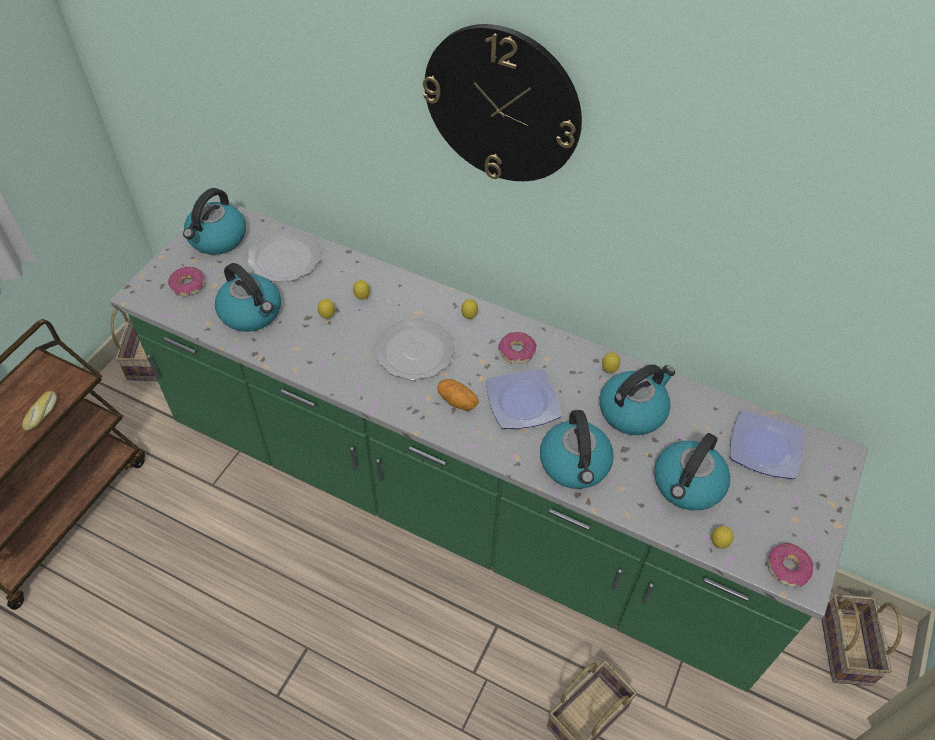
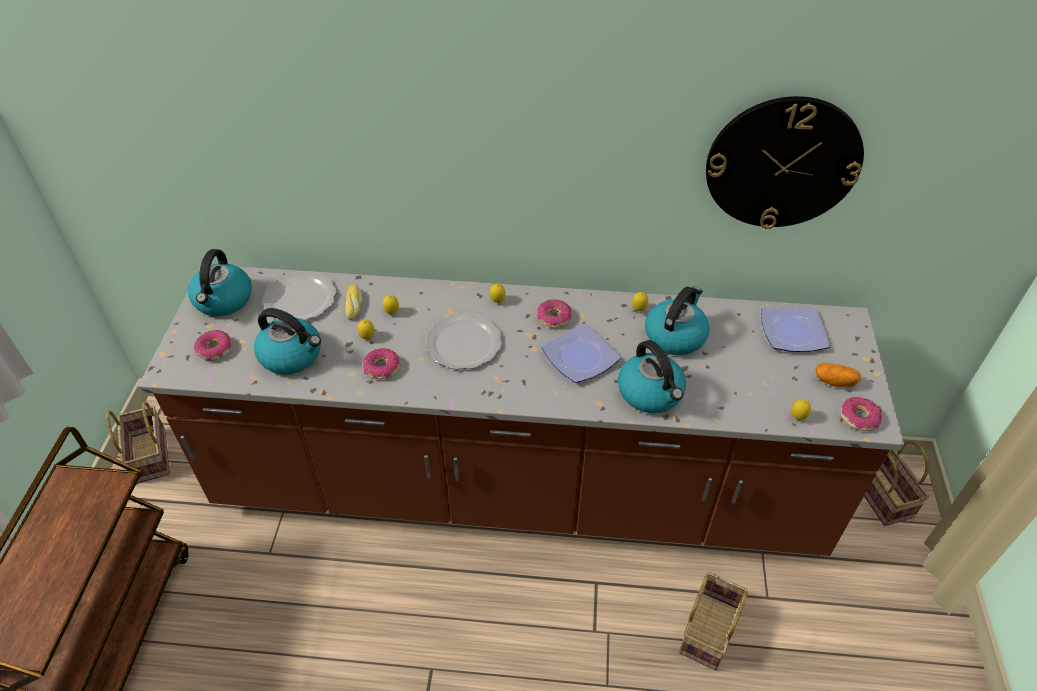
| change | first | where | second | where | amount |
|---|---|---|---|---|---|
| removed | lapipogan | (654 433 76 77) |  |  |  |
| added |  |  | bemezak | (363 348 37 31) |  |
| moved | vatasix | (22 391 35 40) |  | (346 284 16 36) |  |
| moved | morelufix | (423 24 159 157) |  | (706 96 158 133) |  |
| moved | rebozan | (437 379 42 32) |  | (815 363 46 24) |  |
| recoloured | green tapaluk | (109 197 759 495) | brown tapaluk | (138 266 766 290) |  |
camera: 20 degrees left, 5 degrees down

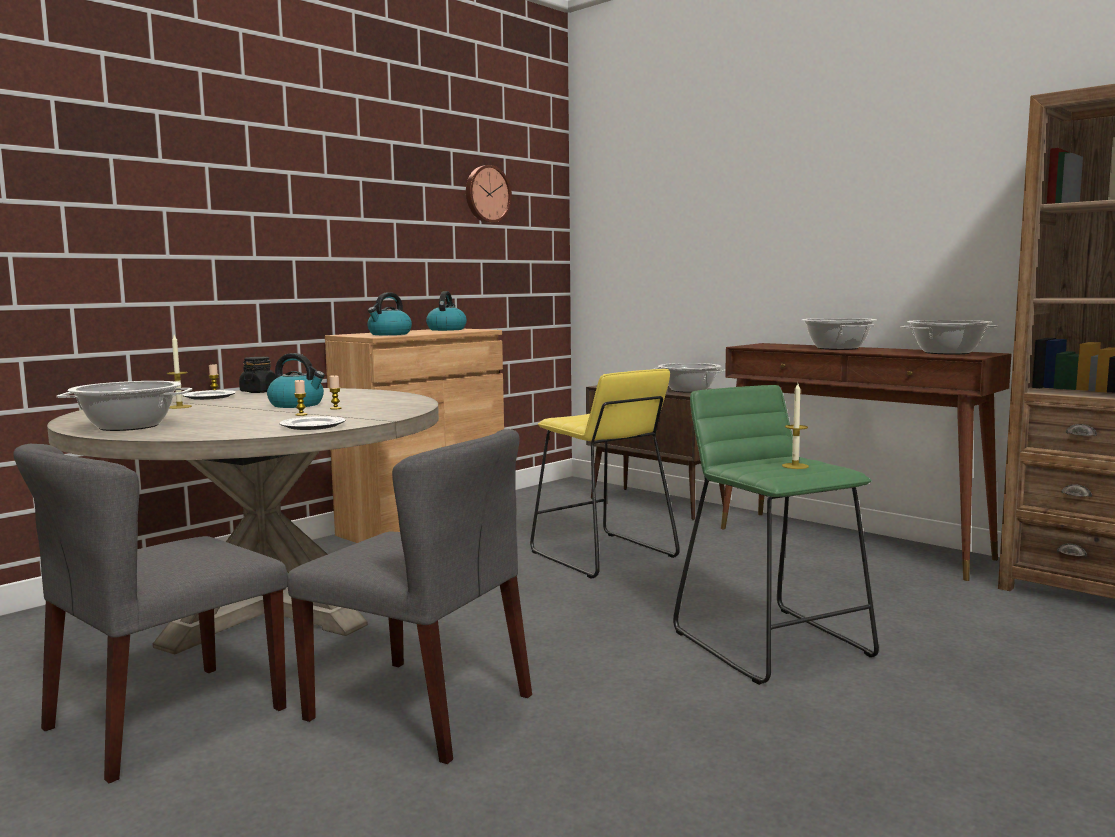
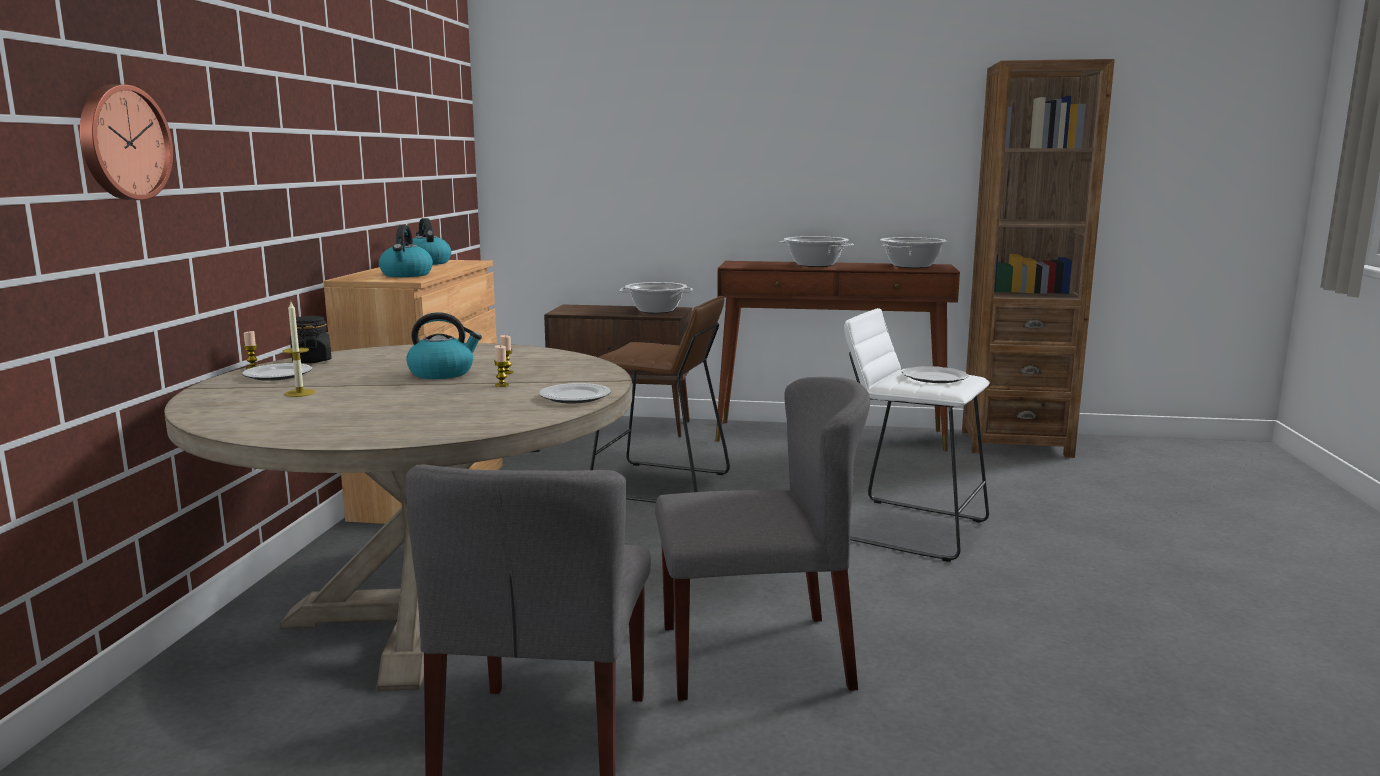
| change | first | where | second | where | amount |
|---|---|---|---|---|---|
| removed | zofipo | (56 381 136 50) |  |  |  |
| moved | morelufix | (466 165 46 58) |  | (80 84 93 116) |  |
| replaced | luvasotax | (782 383 27 86) | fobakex | (902 366 67 17) |  |
| recoloured | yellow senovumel | (530 369 150 210) | brown senovumel | (590 296 140 207) |  |
| recoloured | green senovumel | (673 385 206 300) | white senovumel | (844 308 146 254) |  |
camera: 35 degrees left, 5 degrees up

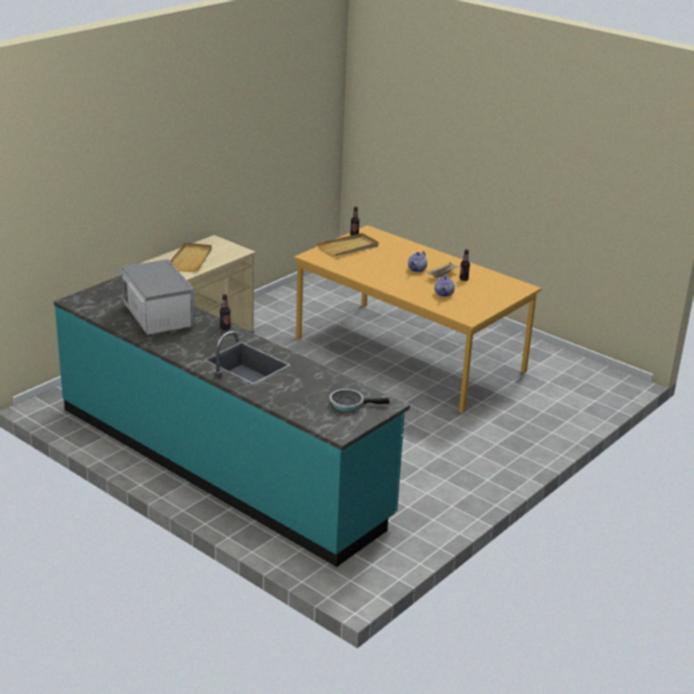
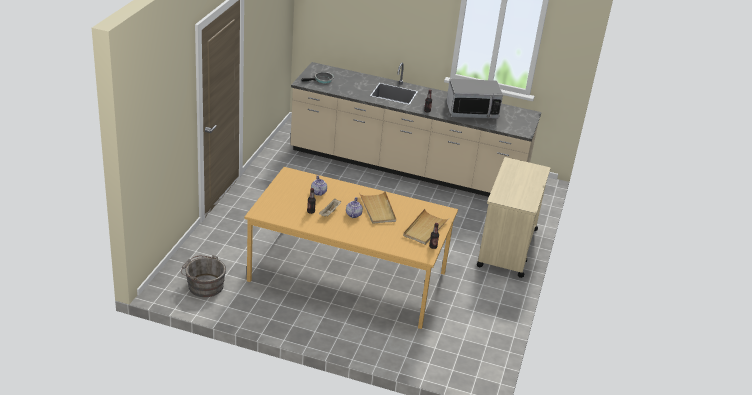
| change | first | where | second | where | amount |
|---|---|---|---|---|---|
| added |  |  | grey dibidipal | (181 255 45 42) |  |
| moved | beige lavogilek | (170 243 42 29) |  | (359 191 37 33) |  |
| recoloured | turquoise tapaluk | (54 275 356 292) | beige tapaluk | (290 62 252 135) |  |
| turned | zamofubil | (122 259 73 76) |  | (446 79 57 40) | 45 degrees counterclockwise |
camera: 155 degrees right, 5 degrees up

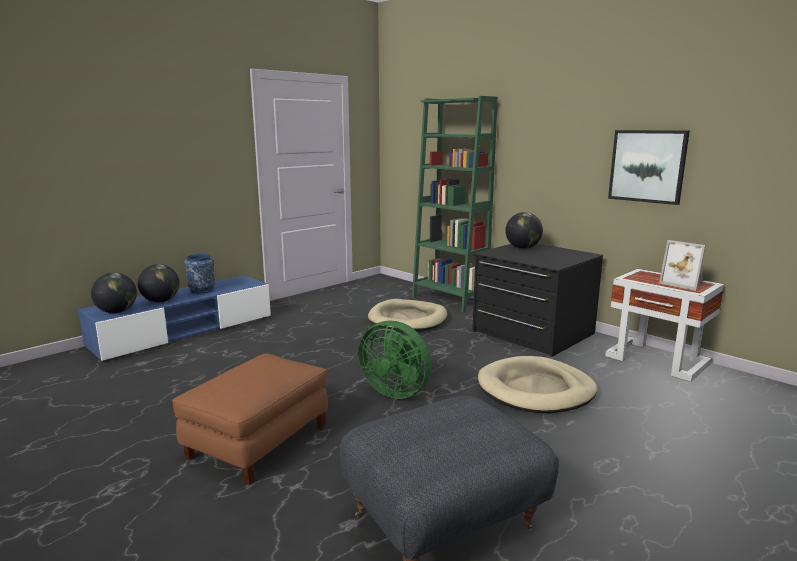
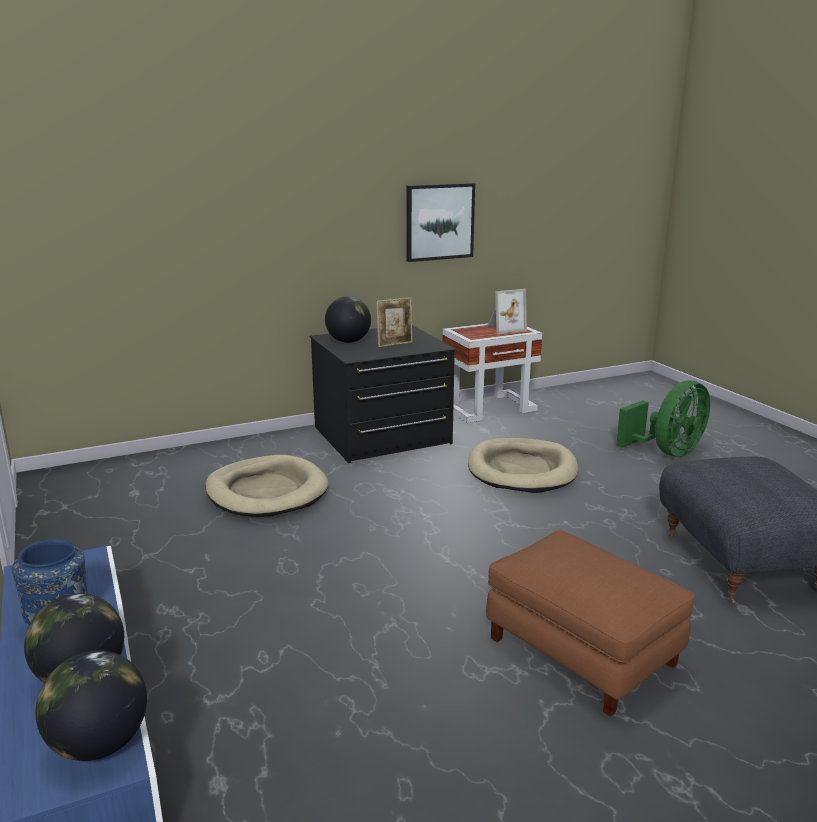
| change | first | where | second | where | amount |
|---|---|---|---|---|---|
| removed | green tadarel | (412 96 86 216) |  |  |  |
| added |  |  | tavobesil | (377 297 36 50) |  |
| moved | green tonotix | (358 320 74 79) |  | (616 380 94 77) |  |
camera: 70 degrees left, 5 degrees up

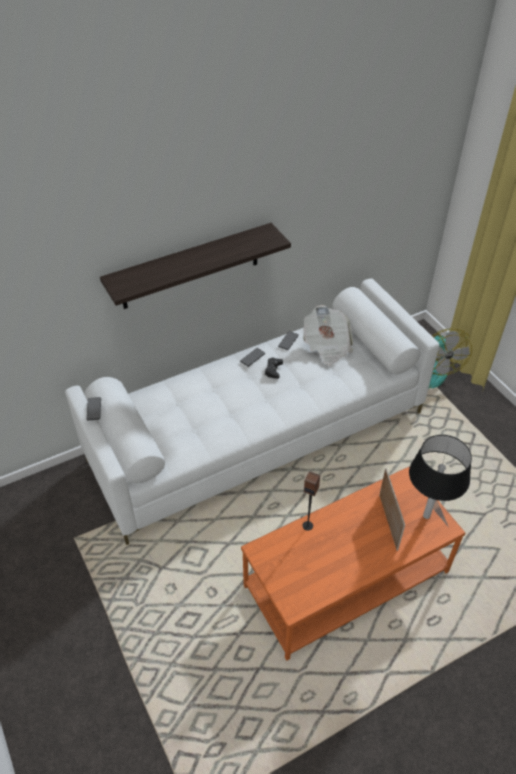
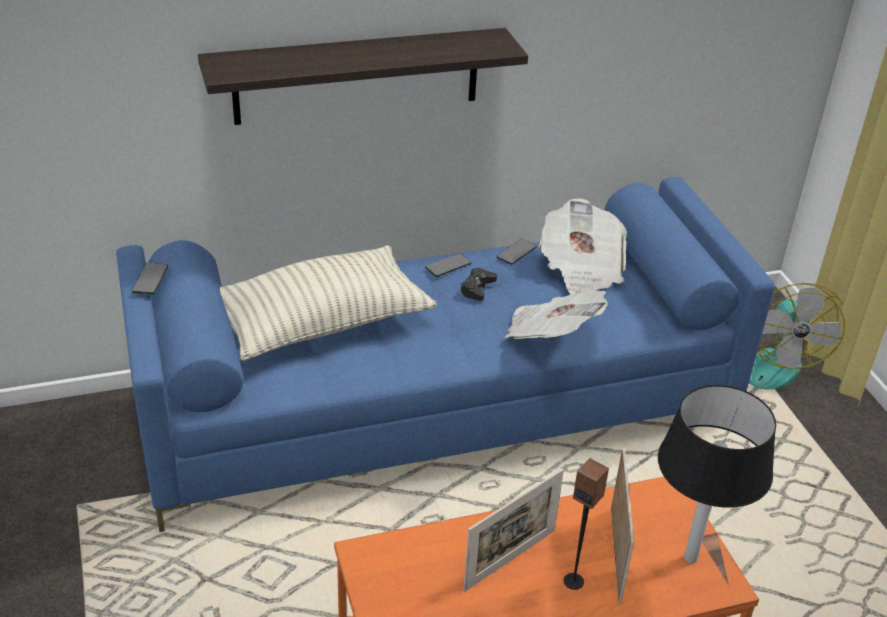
| change | first | where | second | where | amount |
|---|---|---|---|---|---|
| added |  |  | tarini | (220 245 217 116) |  |
| added |  |  | tavobesil | (463 469 101 123) |  |
| added |  |  | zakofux | (504 291 104 48) |  |
| moved | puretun | (303 471 17 60) |  | (564 458 45 132) |  |
| recoloured | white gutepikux | (65 279 374 266) | blue gutepikux | (116 177 659 355) |  |
camera: 10 degrees right, 10 degrees down

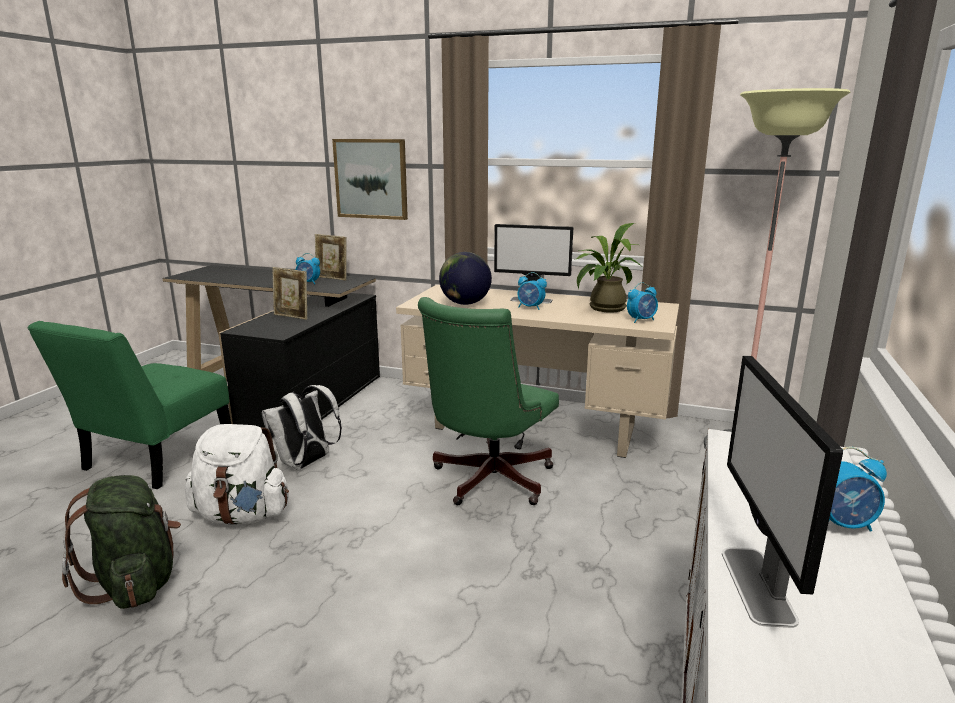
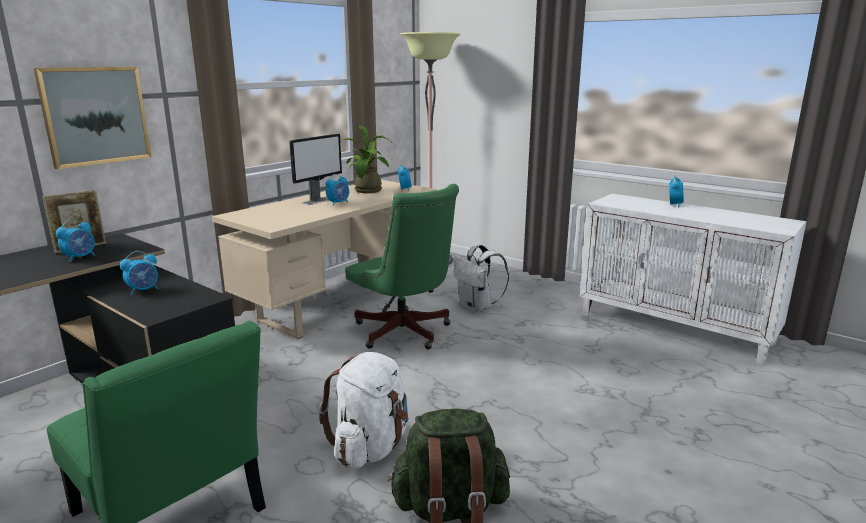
| change | first | where | second | where | amount |
|---|---|---|---|---|---|
| removed | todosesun | (439 252 53 53) |  |  |  |
| removed | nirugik | (722 356 121 272) |  |  |  |
| moved | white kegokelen | (262 385 80 85) |  | (454 245 55 68) |  |
| replaced | tavobesil | (272 267 35 53) | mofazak | (120 251 38 44) |  |
camera: 70 degrees left, 0 degrees up

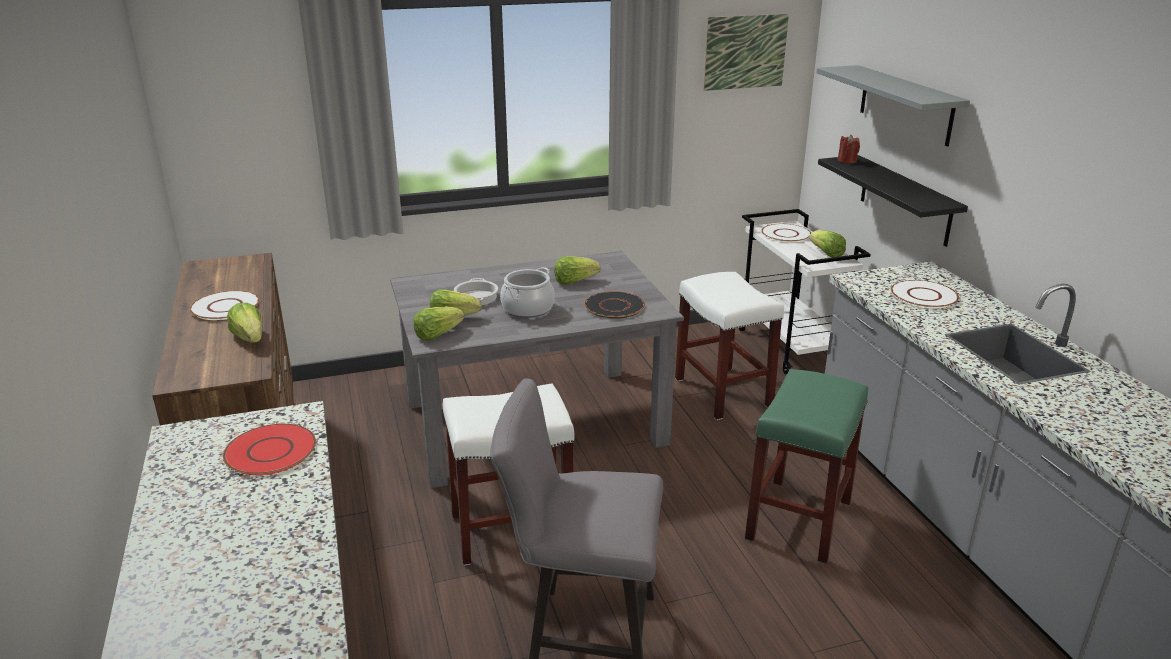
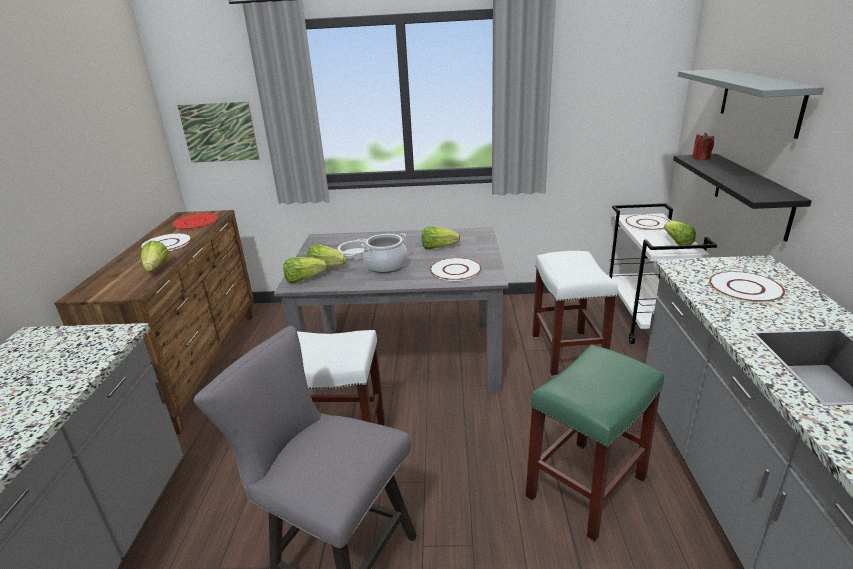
| change | first | where | second | where | amount |
|---|---|---|---|---|---|
| moved | red fobakex | (223 424 93 51) |  | (172 213 46 17) |  |
| moved | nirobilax | (703 14 86 77) |  | (177 101 82 62) |  |
| recoloured | black fobakex | (584 291 61 28) | white fobakex | (430 258 52 23) |  |
camera: 20 degrees right, 0 degrees up

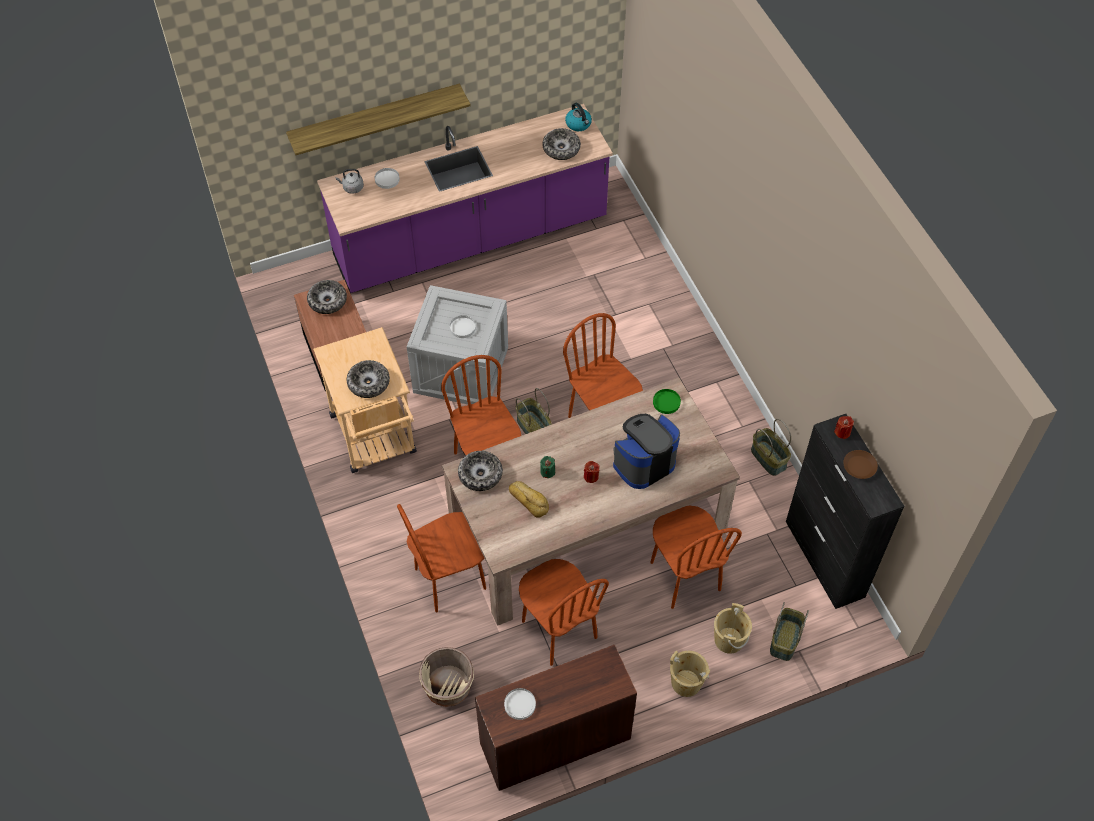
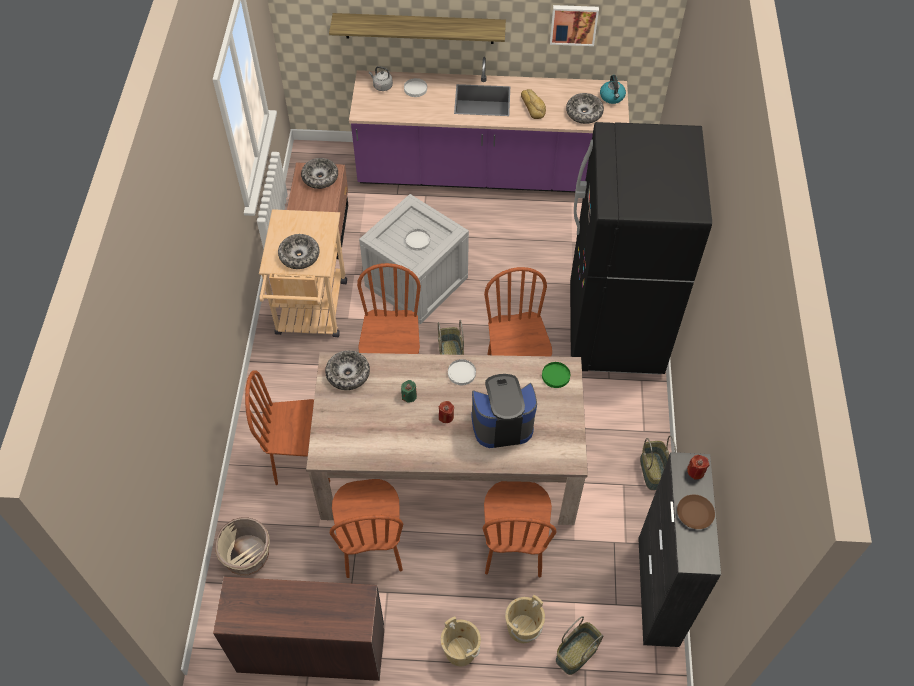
| change | first | where | second | where | amount |
|---|---|---|---|---|---|
| added |  |  | nirobilax | (550 5 49 41) |  |
| added |  |  | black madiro | (570 122 142 253) |  |
| moved | white fobakex | (504 688 32 32) |  | (448 359 28 26) |  |
| moved | vatasix | (509 481 40 37) |  | (521 89 25 30) |  |
camera: 25 degrees right, 0 degrees up

